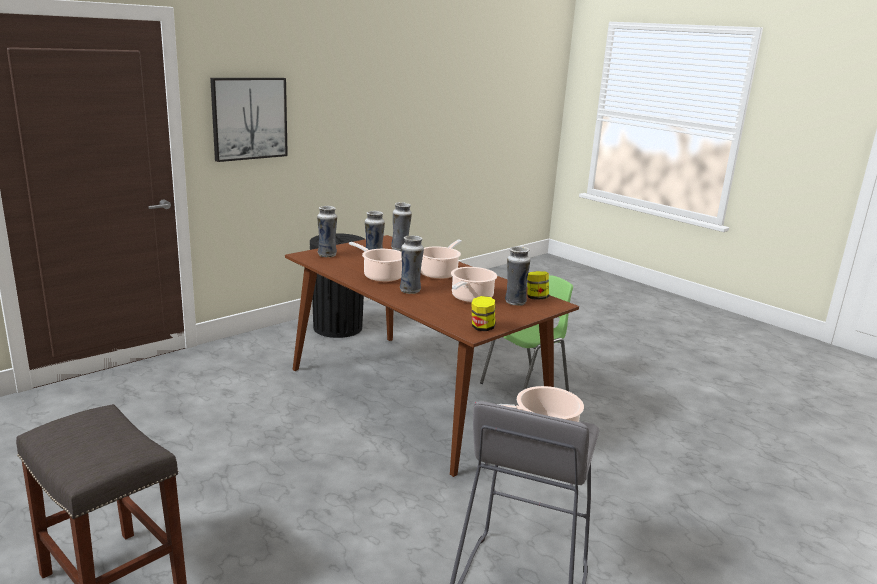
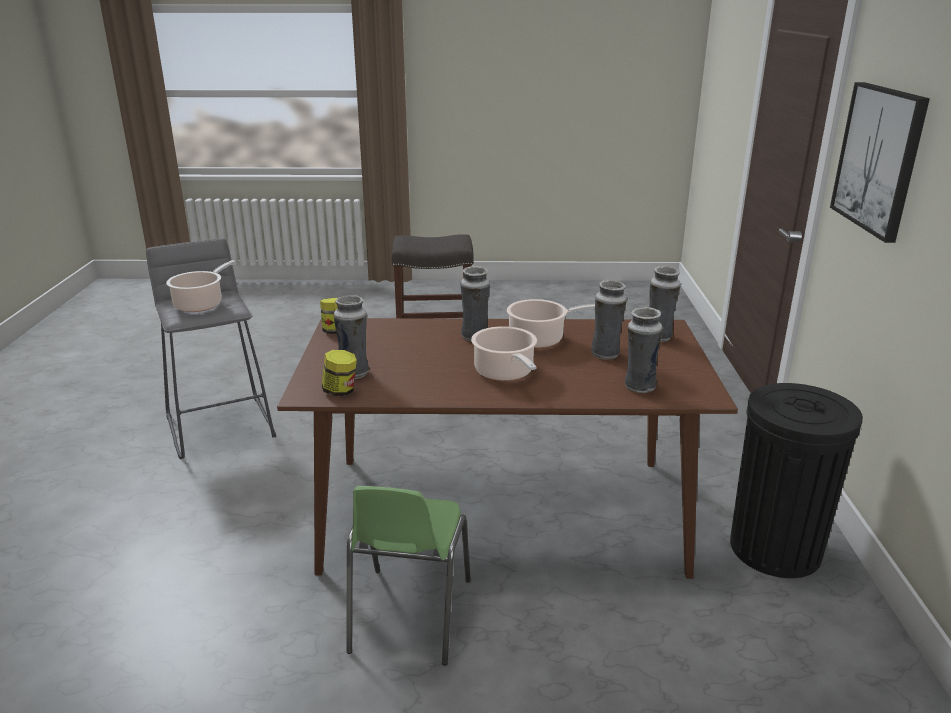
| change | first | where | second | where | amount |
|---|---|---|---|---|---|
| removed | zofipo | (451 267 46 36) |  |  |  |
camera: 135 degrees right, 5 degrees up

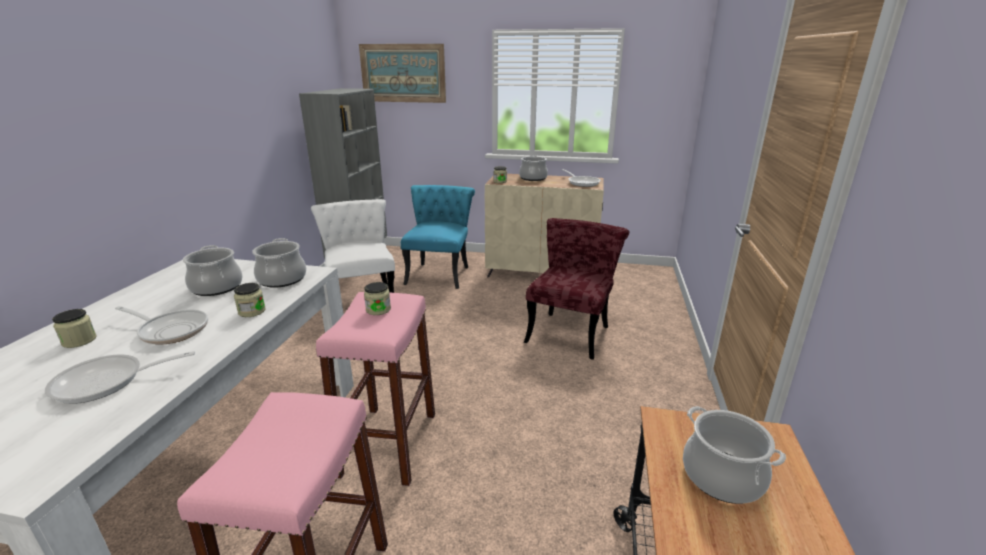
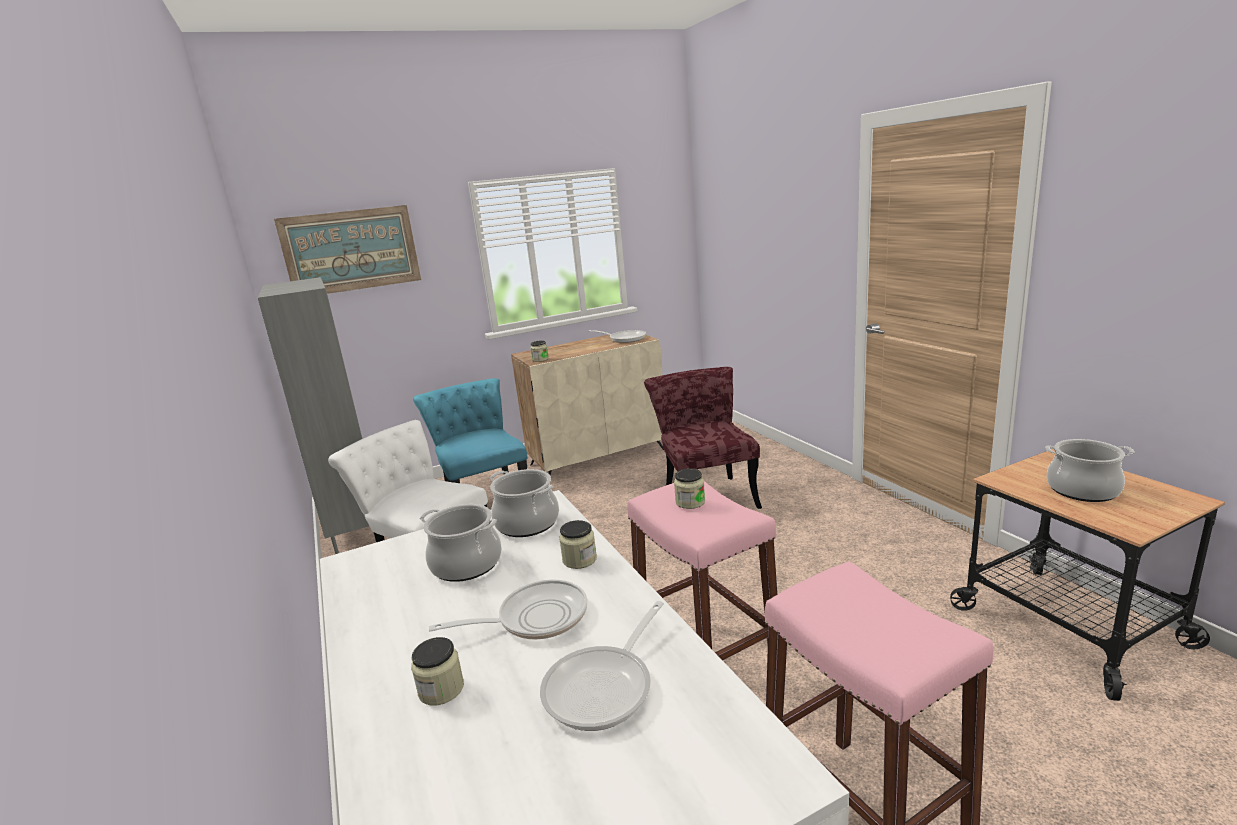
| change | first | where | second | where | amount |
|---|---|---|---|---|---|
| removed | zofipo | (519 155 29 26) |  |  |  |
camera: 35 degrees left, 5 degrees down

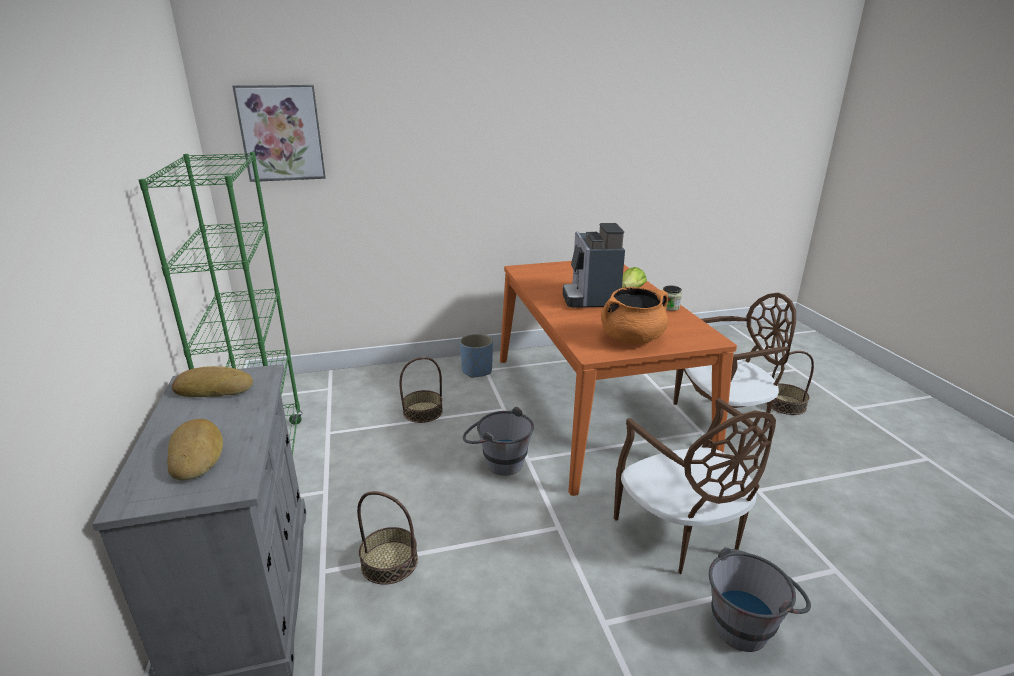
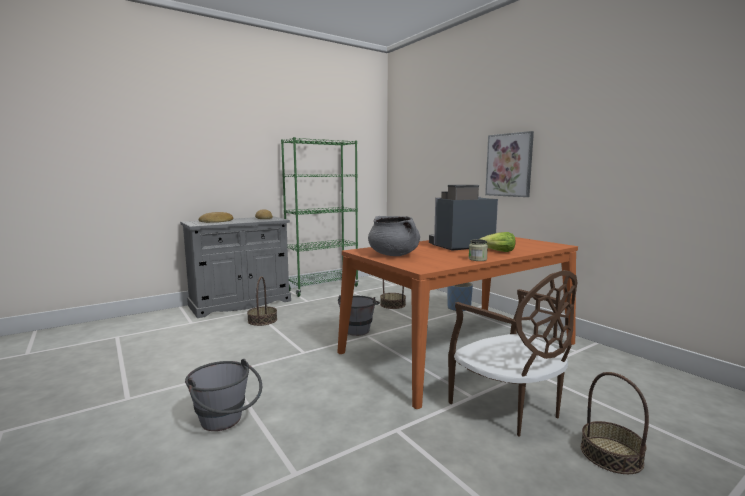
| change | first | where | second | where | amount |
|---|---|---|---|---|---|
| removed | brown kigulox | (614 398 162 176) |  |  |  |
| moved | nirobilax | (232 85 94 97) |  | (485 131 49 66) |  |
| recoloured | orange zofipo | (601 287 67 57) | grey zofipo | (368 216 52 40) |  |
camera: 70 degrees right, 15 degrees down

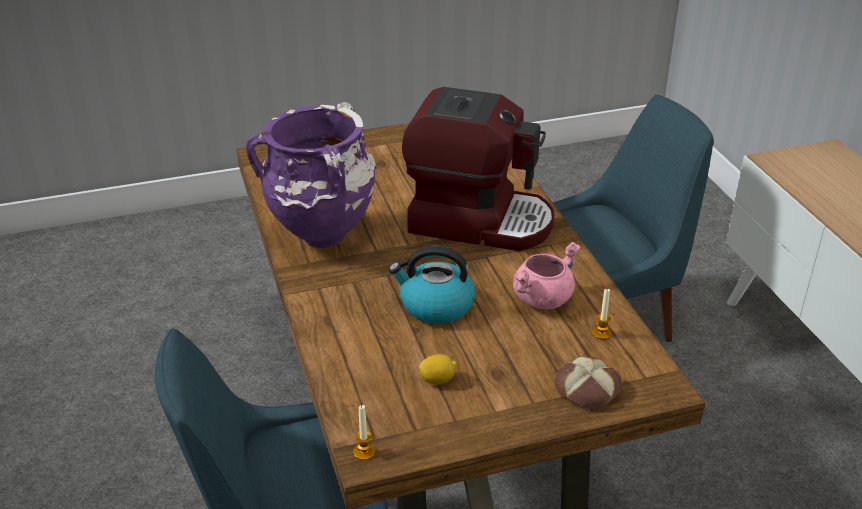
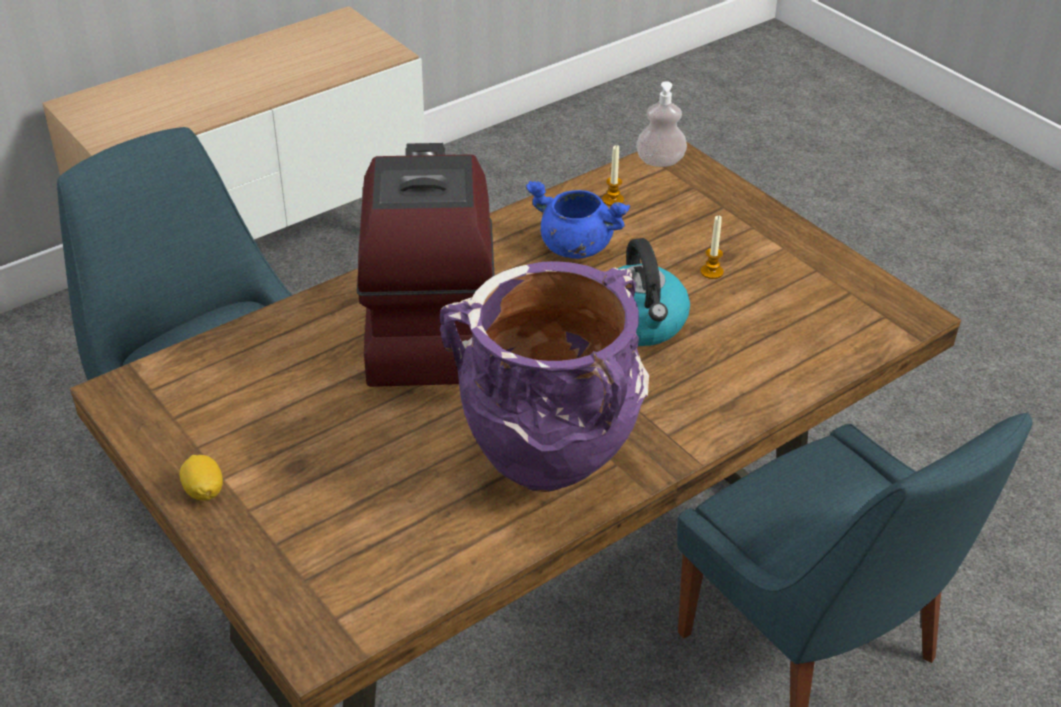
| change | first | where | second | where | amount |
|---|---|---|---|---|---|
| removed | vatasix | (555 356 67 52) |  |  |  |
| added |  |  | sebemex | (636 81 51 86) |  |
| moved | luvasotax | (353 405 22 55) |  | (700 215 24 64) |  |
| moved | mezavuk | (418 354 39 31) |  | (180 455 43 46) |  |
| recoloured | pink zofipo | (513 242 67 67) | blue zofipo | (526 181 104 78) |  |
camera: 110 degrees left, 5 degrees up

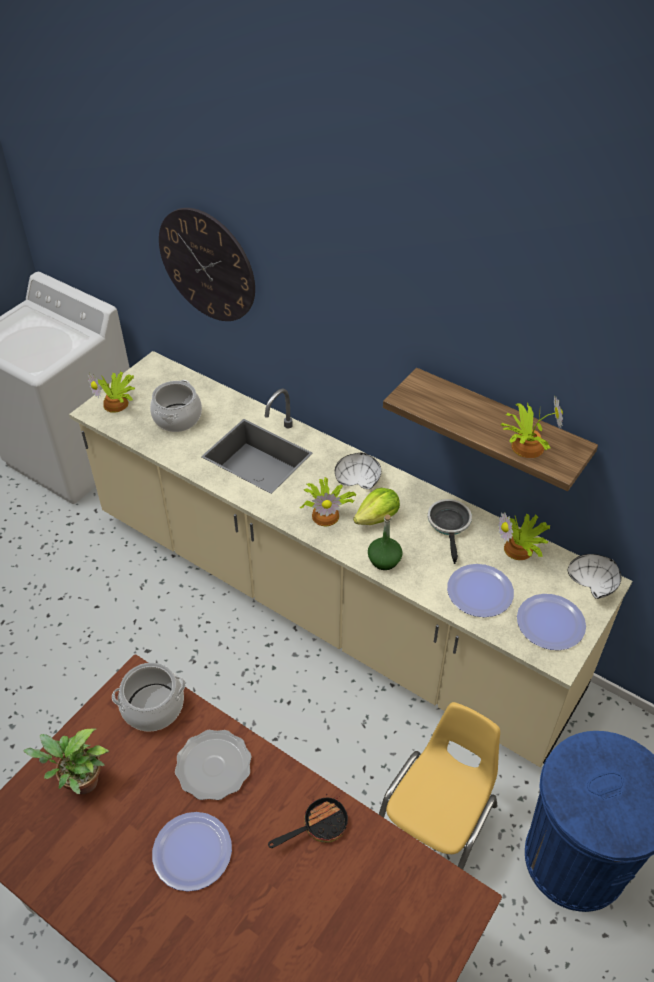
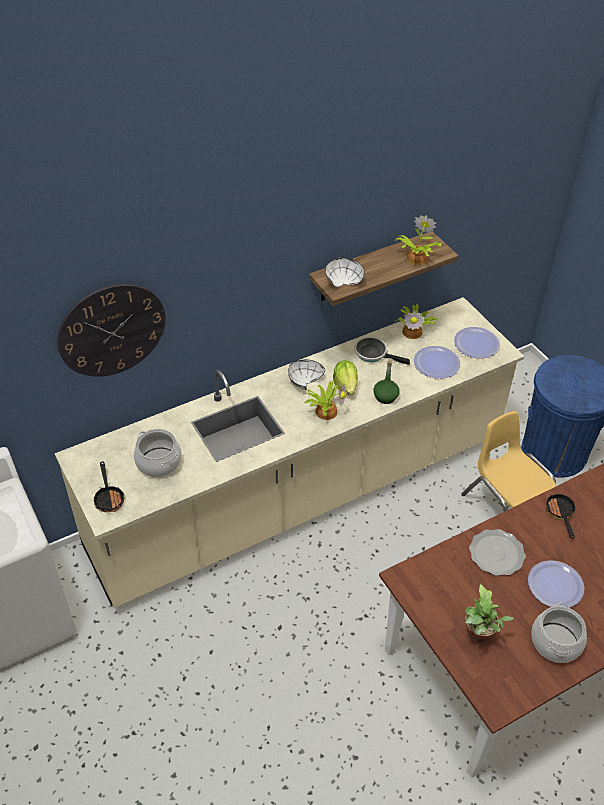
| change | first | where | second | where | amount |
|---|---|---|---|---|---|
| moved | zofipo | (112 662 74 70) |  | (531 603 56 60) |  |
| moved | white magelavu | (568 554 53 45) |  | (325 257 40 30) |  |
| replaced | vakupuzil | (88 371 47 42) | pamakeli | (94 461 30 51) |  |
camera: 65 degrees left, 0 degrees up

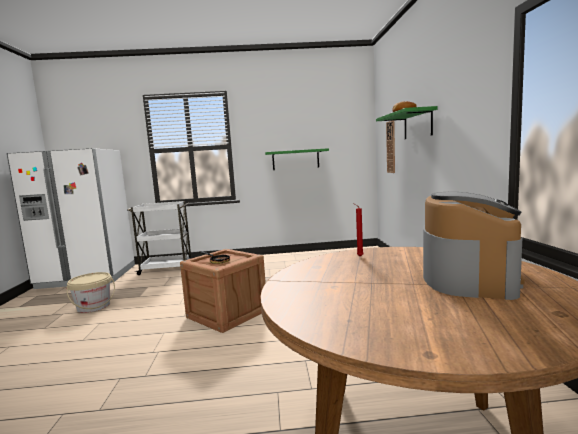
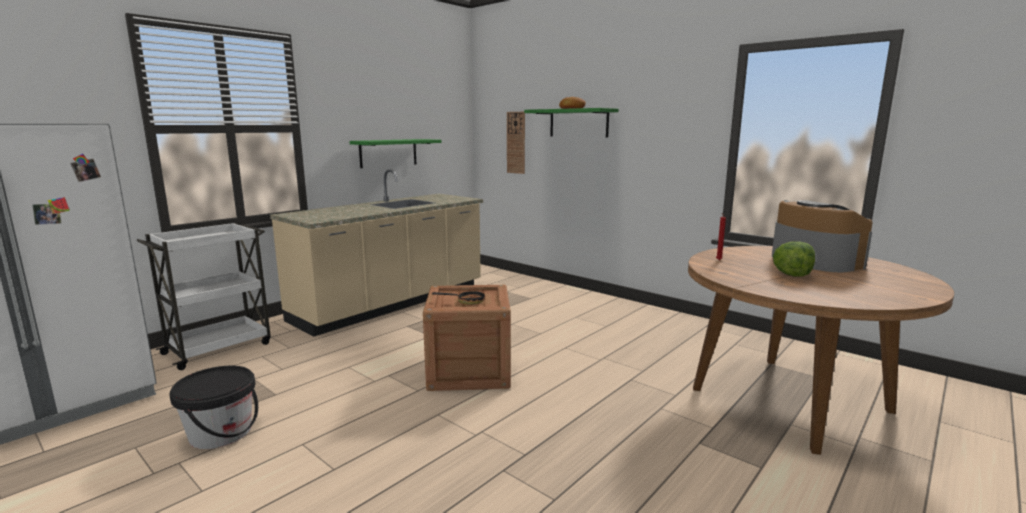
| change | first | where | second | where | amount |
|---|---|---|---|---|---|
| added |  |  | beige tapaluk | (270 169 213 167) |  |
| added |  |  | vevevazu | (773 241 42 36) |  |
| recoloured | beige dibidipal | (67 272 48 41) | black dibidipal | (169 366 89 83) |  |
camera: 45 degrees left, 5 degrees up

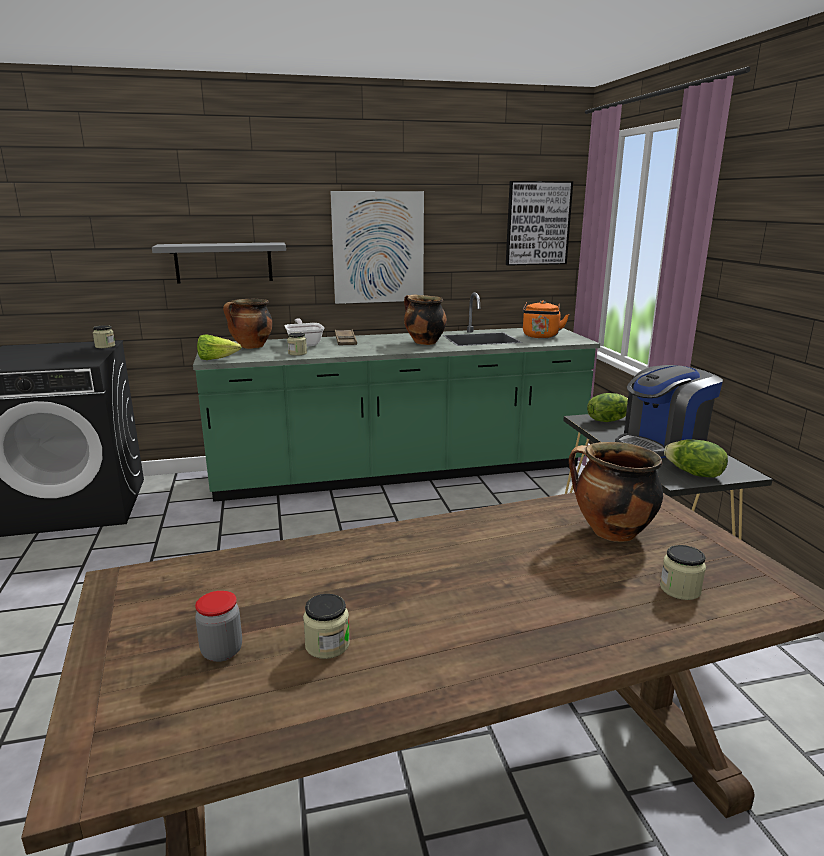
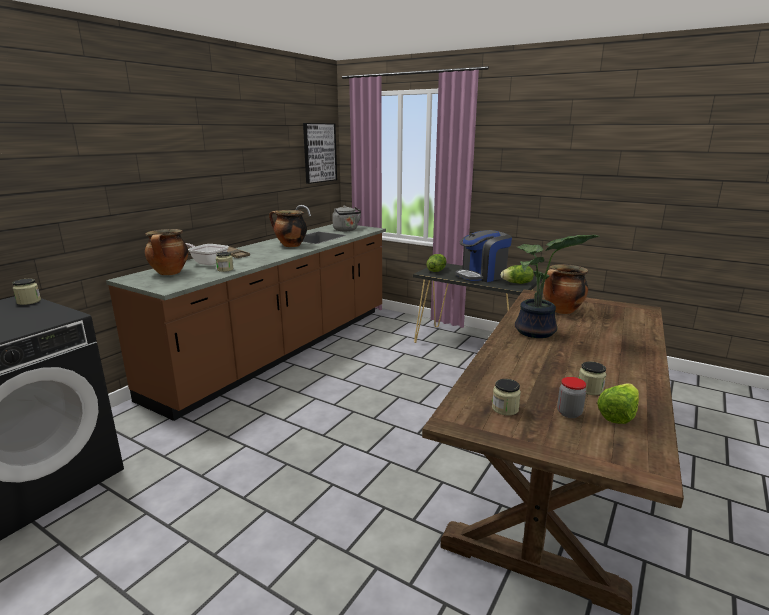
| change | first | where | second | where | amount |
|---|---|---|---|---|---|
| removed | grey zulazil | (152 242 134 42) |  |  |  |
| removed | nirobilax | (330 191 94 113) |  |  |  |
| added |  |  | vakupuzil | (515 235 85 103) |  |
| moved | vevevazu | (197 334 44 26) |  | (597 383 42 41) |  |
| moved | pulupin | (660 545 46 55) |  | (492 379 29 37) |  |
| recoloured | green tapaluk | (193 292 407 210) | brown tapaluk | (106 205 280 216) |  |
| recoloured | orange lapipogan | (523 301 46 37) | grey lapipogan | (332 205 29 26) |  |
| turned | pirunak | (615 365 108 93) |  | (455 230 57 52) | 45 degrees clockwise |
camera: 45 degrees left, 0 degrees up

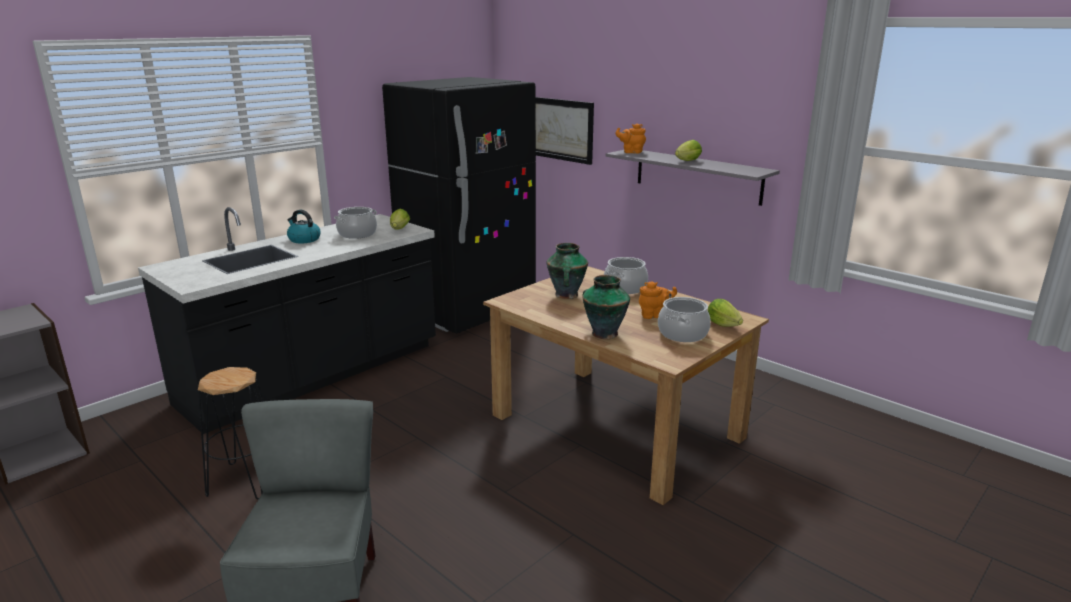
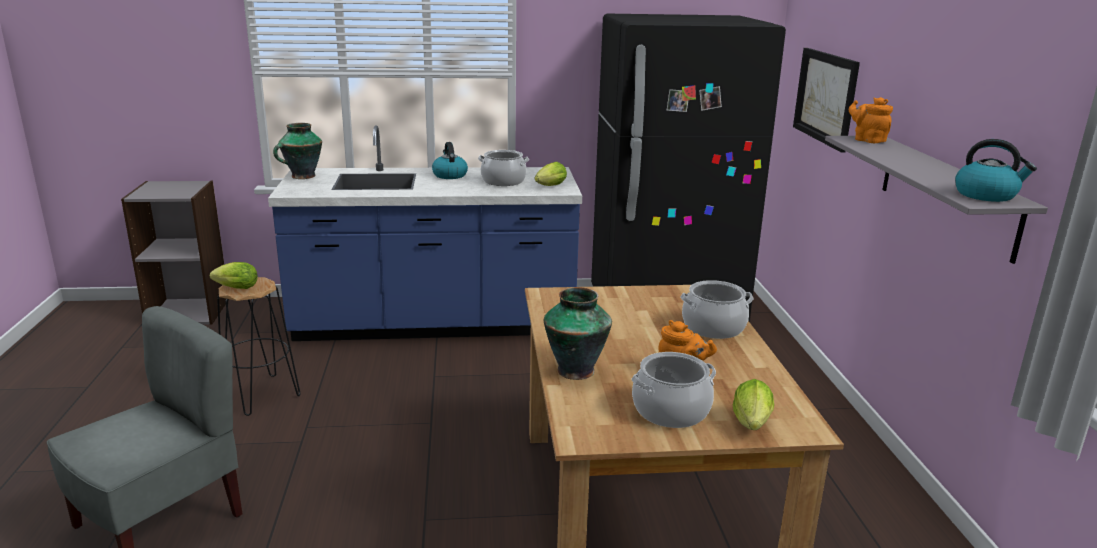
| change | first | where | second | where | amount |
|---|---|---|---|---|---|
| added |  |  | lapipogan | (955 139 82 63) |  |
| moved | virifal | (546 243 42 56) |  | (273 123 49 56) |  |
| moved | vevevazu | (675 140 27 21) |  | (210 262 48 27) |  |
| recoloured | black tapaluk | (138 207 298 227) | blue tapaluk | (268 125 314 216) |  |
camera: 40 degrees right, 0 degrees up

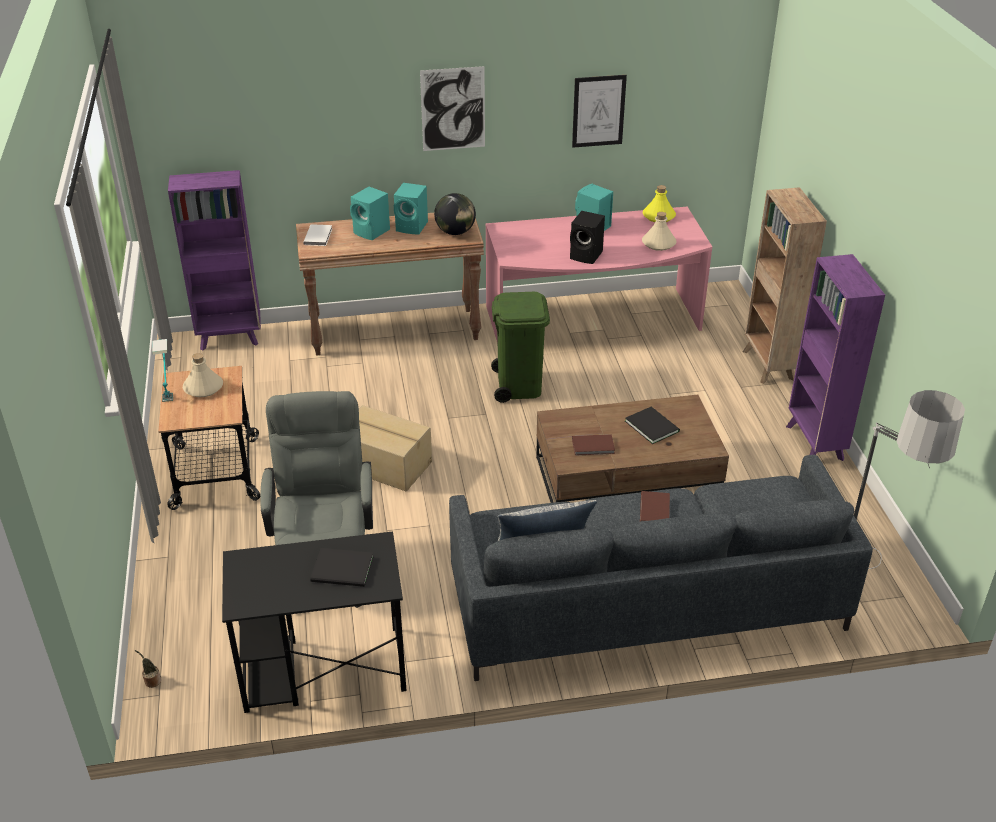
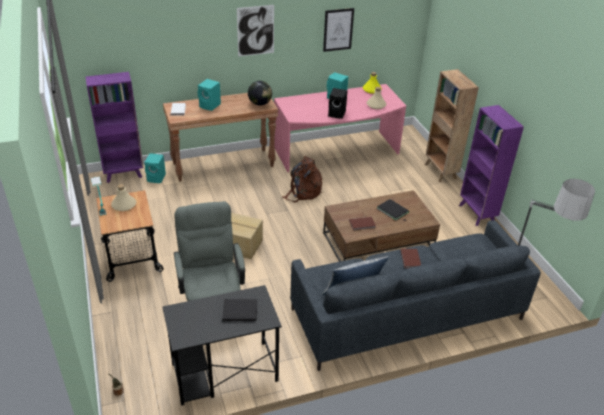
| change | first | where | second | where | amount |
|---|---|---|---|---|---|
| moved | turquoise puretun | (394 183 34 51) |  | (144 153 22 30) |  |
| replaced | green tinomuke | (491 292 59 111) | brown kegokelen | (282 155 40 47) |  |
camera: 10 degrees left, 0 degrees up

